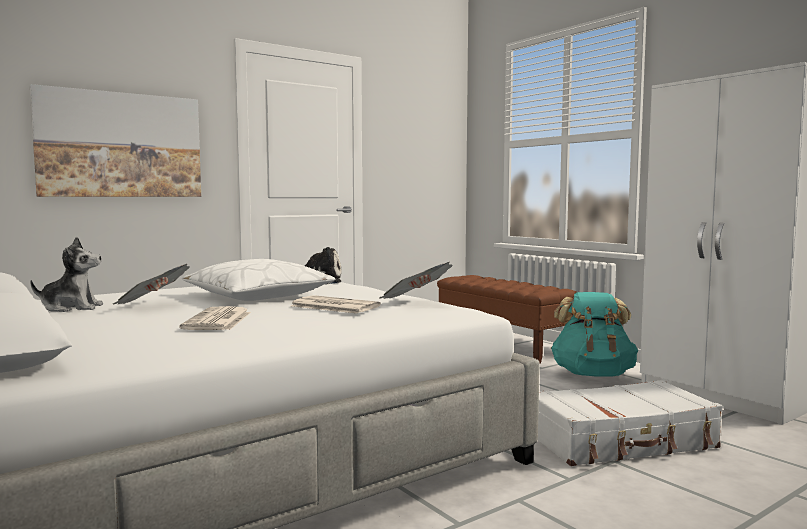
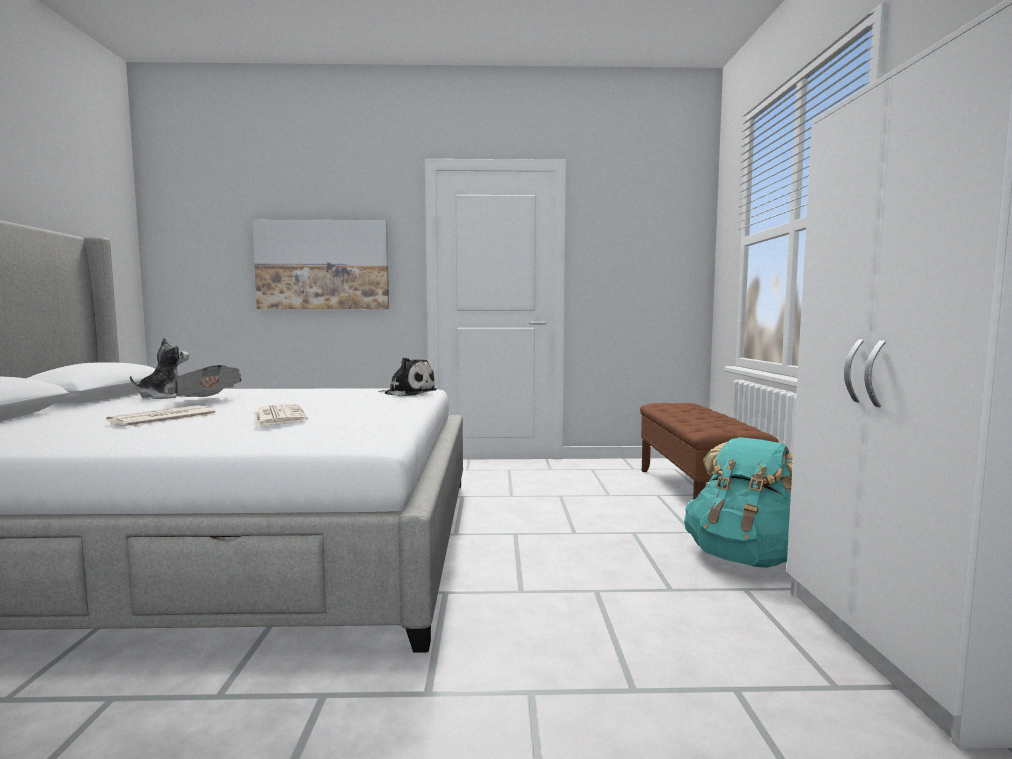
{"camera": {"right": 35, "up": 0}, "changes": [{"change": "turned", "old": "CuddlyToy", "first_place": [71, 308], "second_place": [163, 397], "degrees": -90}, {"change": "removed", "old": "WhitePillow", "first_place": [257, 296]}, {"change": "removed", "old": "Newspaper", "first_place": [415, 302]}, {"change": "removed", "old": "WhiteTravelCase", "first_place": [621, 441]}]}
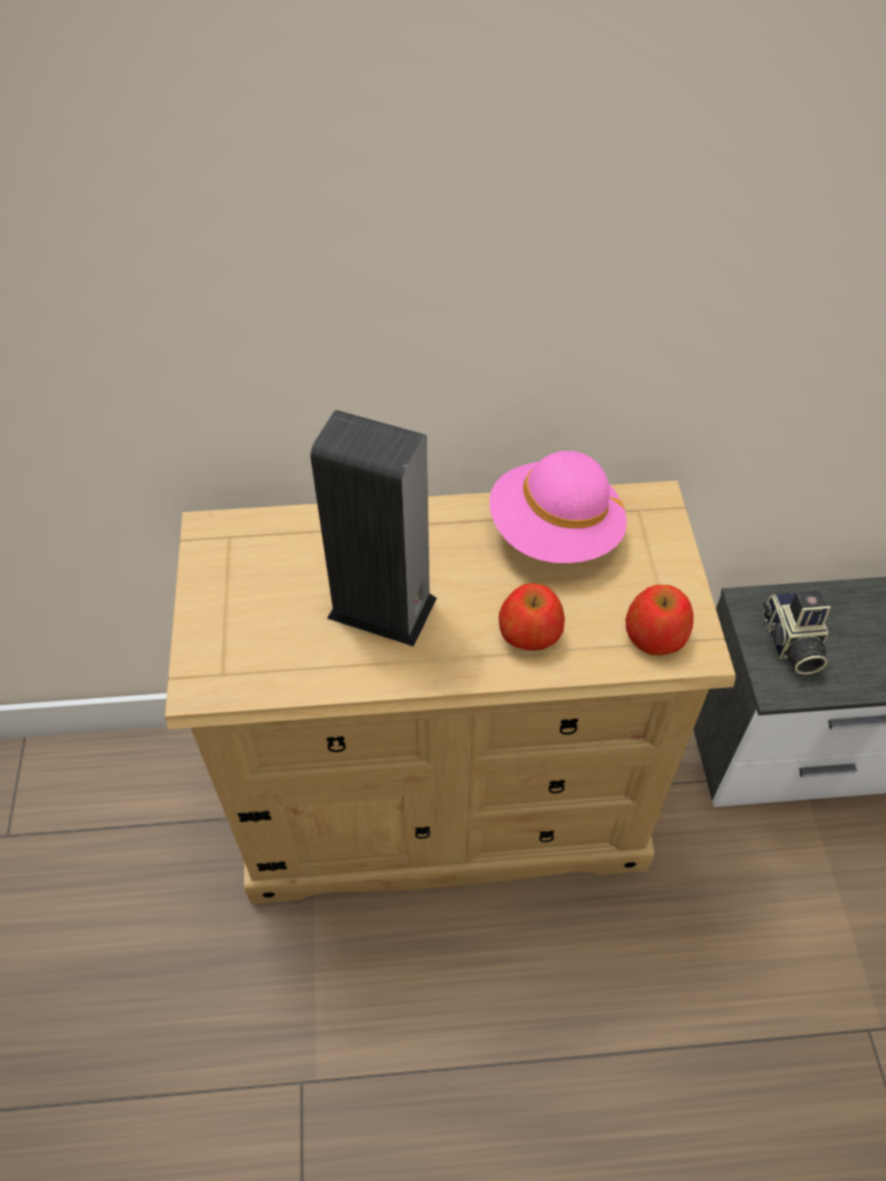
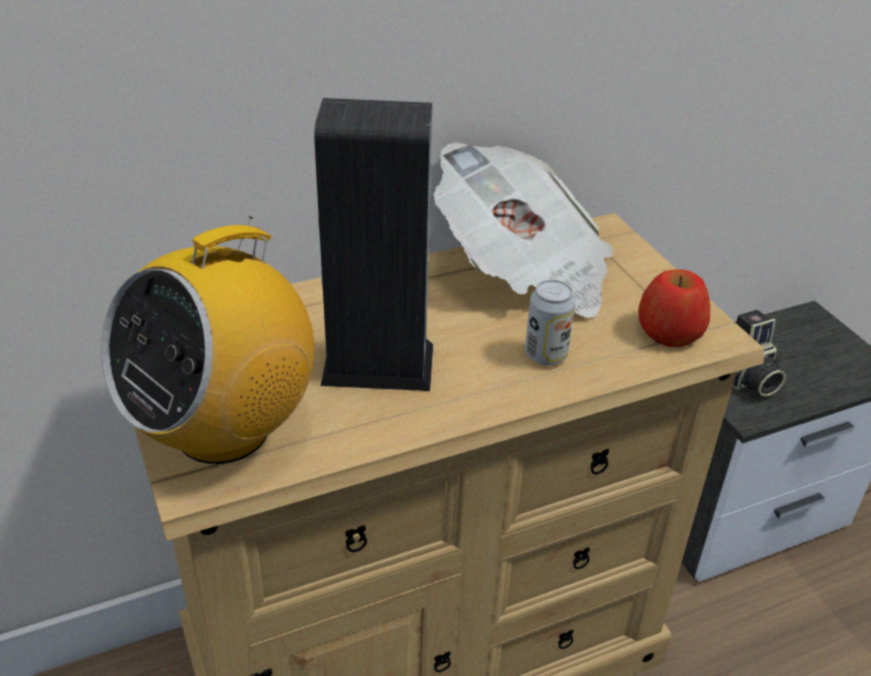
{"camera": {"right": -20, "up": -15}, "changes": [{"change": "added", "new": "RadioReceiver", "second_place": [223, 429]}, {"change": "replaced", "old": "PinkColouredClothingHat", "new": "Newspaper", "first_place": [554, 533], "second_place": [524, 271]}, {"change": "replaced", "old": "WholeApple", "new": "SealedCan", "first_place": [529, 633], "second_place": [545, 355]}]}
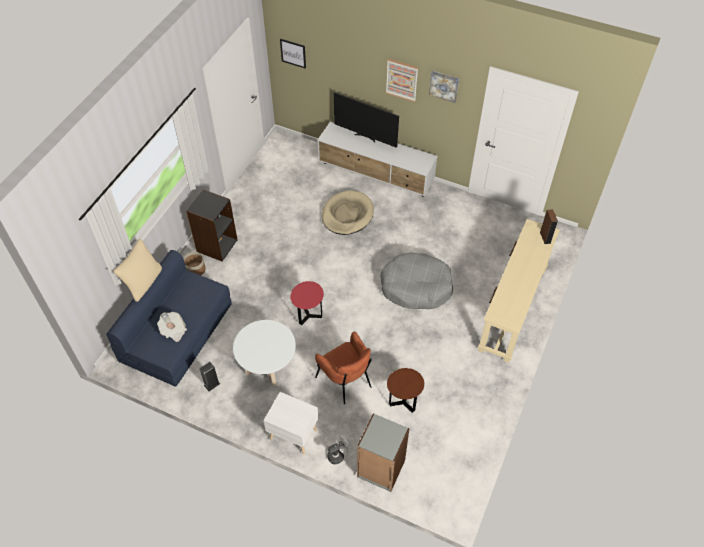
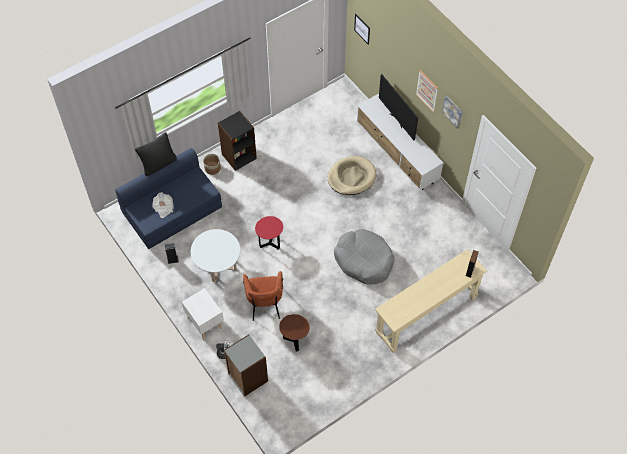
{"camera": {"right": 30, "up": 5}, "changes": [{"change": "recoloured", "old": "BeigeColouredPillow", "new": "BlackColouredPillow", "first_place": [143, 283], "second_place": [158, 164]}]}
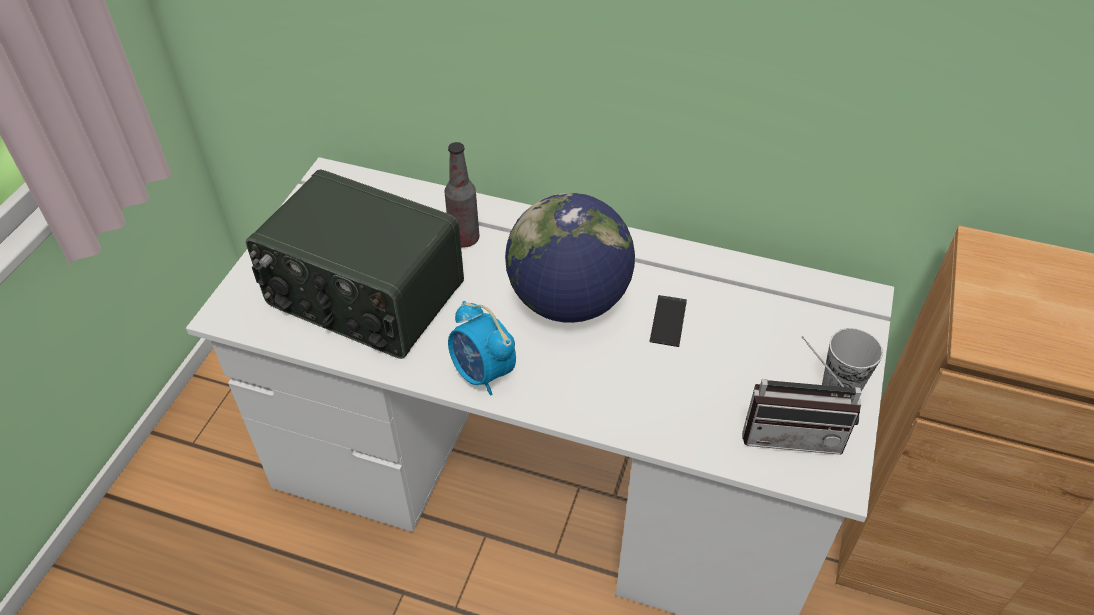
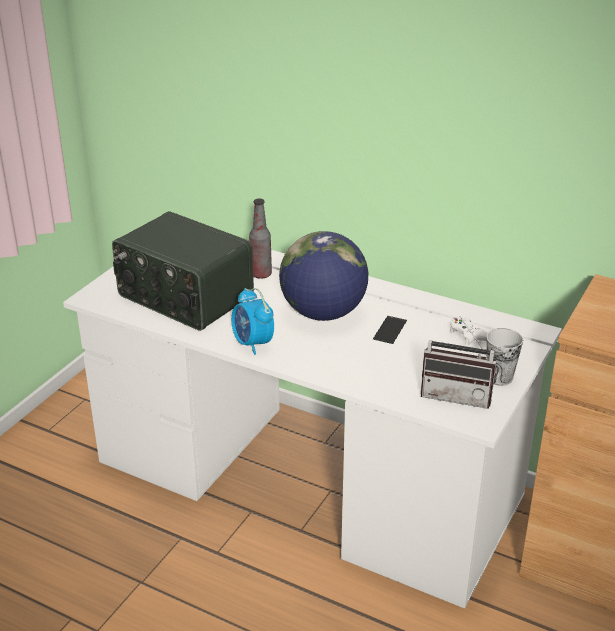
{"camera": {"right": 10, "up": -15}, "changes": [{"change": "added", "new": "WhiteGameController", "second_place": [469, 335]}]}
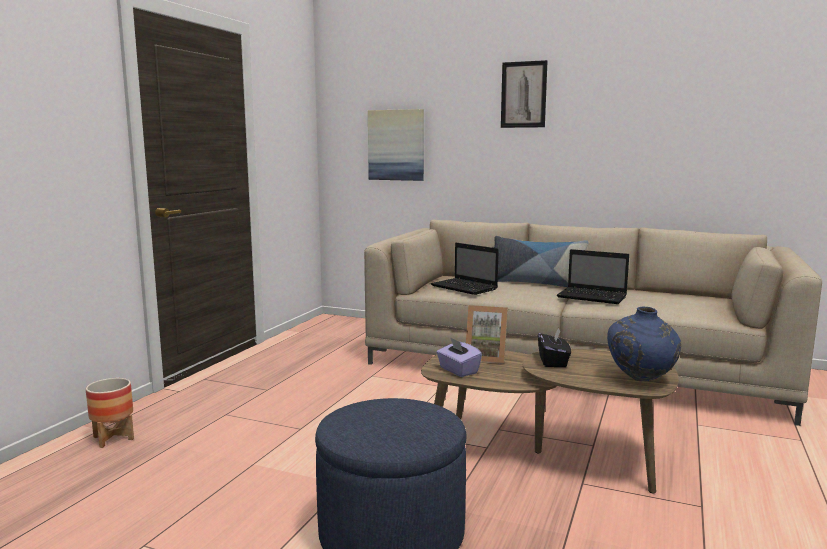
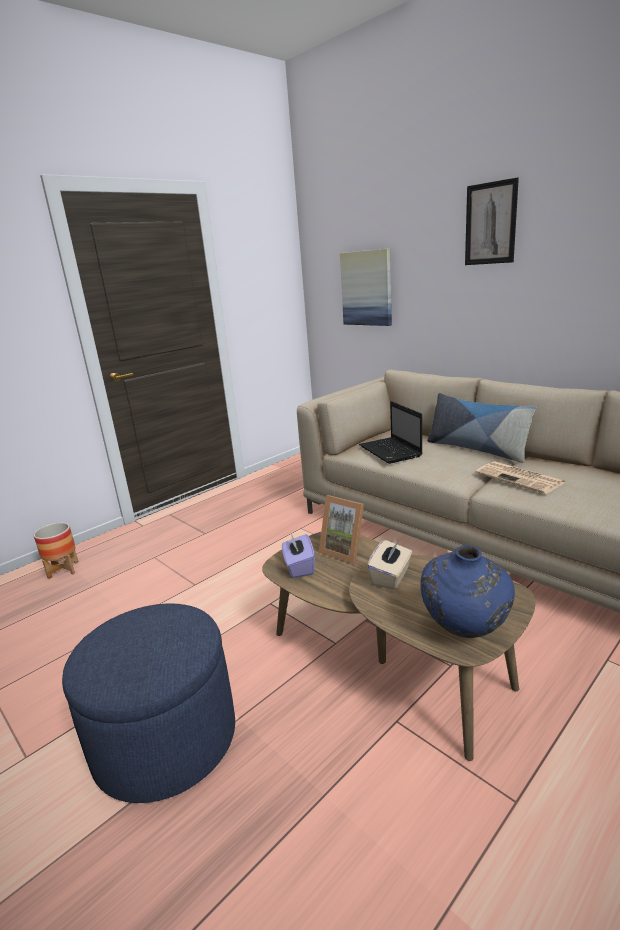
{"camera": {"right": 25, "up": 10}, "changes": [{"change": "recoloured", "old": "BlackColouredTissueBox", "new": "BeigeColouredTissueBox", "first_place": [553, 361], "second_place": [391, 577]}, {"change": "replaced", "old": "PortableComputer", "new": "Newspaper", "first_place": [593, 297], "second_place": [520, 478]}]}
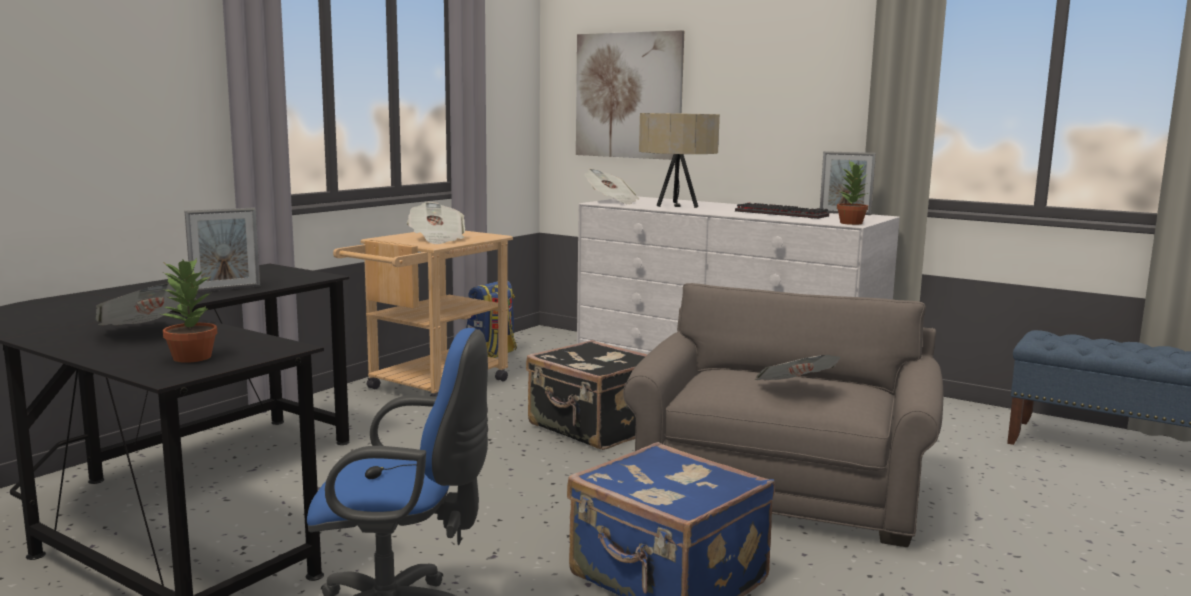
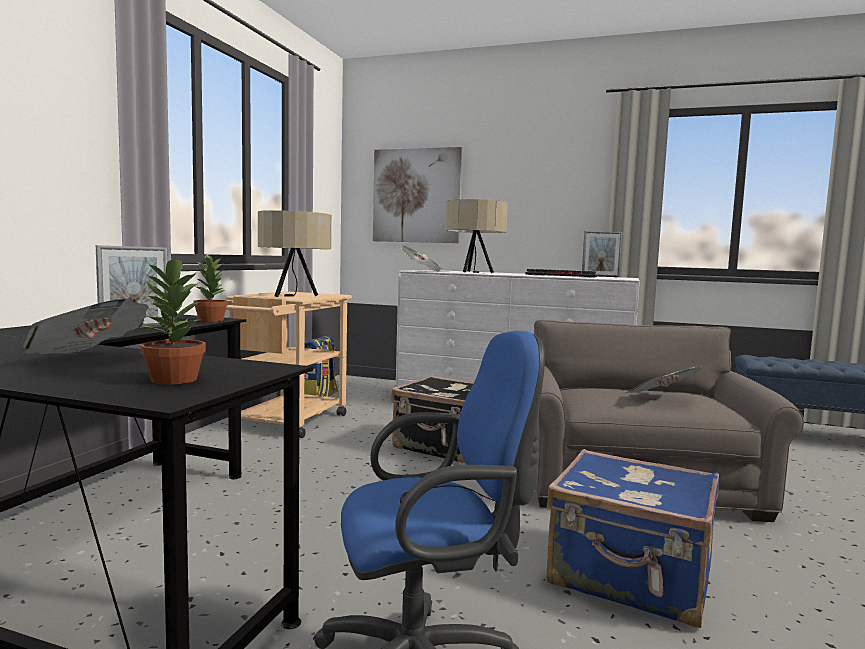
{"camera": {"right": -15, "up": -5}, "changes": [{"change": "moved", "old": "PottedPlant", "first_place": [851, 223], "second_place": [211, 320]}, {"change": "replaced", "old": "Newspaper", "new": "BeigeColouredTabletopLamp", "first_place": [437, 239], "second_place": [295, 296]}]}
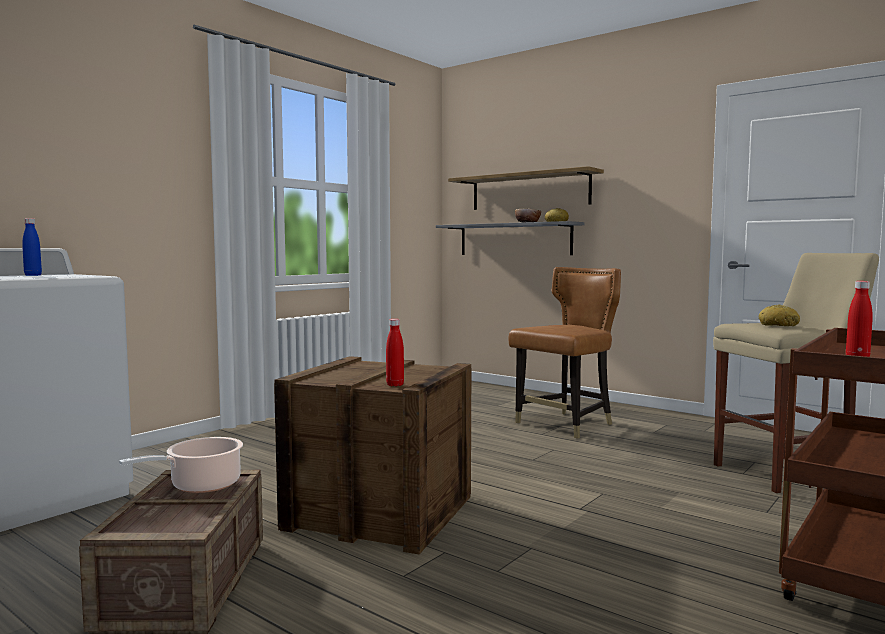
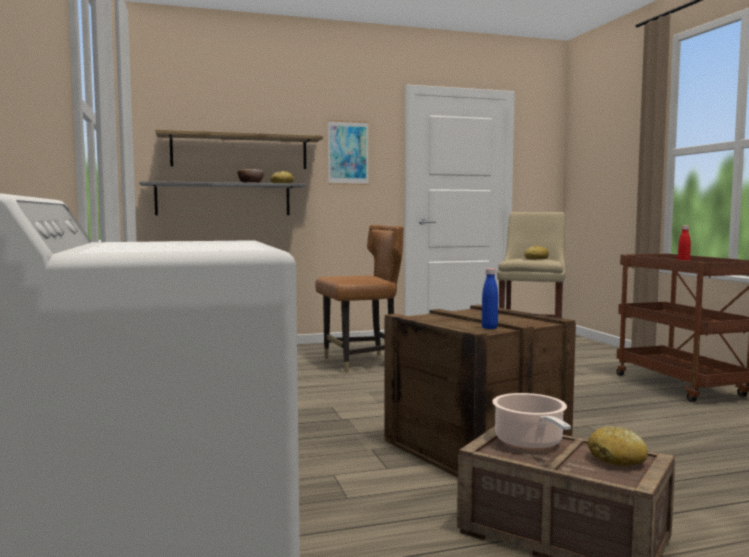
{"camera": {"right": -55, "up": 0}, "changes": [{"change": "turned", "old": "BrownishPlainChair", "first_place": [566, 424], "second_place": [361, 363], "degrees": 75}, {"change": "added", "new": "WallPicture", "second_place": [348, 153]}, {"change": "moved", "old": "BlueColouredBottle", "first_place": [33, 275], "second_place": [489, 328]}, {"change": "added", "new": "BakeryBread", "second_place": [617, 458]}, {"change": "removed", "old": "RedColouredBottle", "first_place": [395, 385]}]}
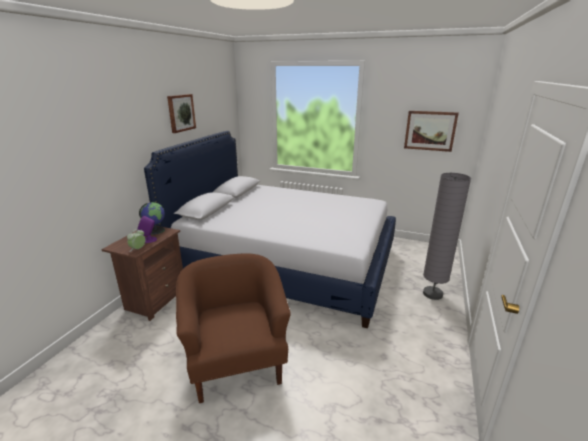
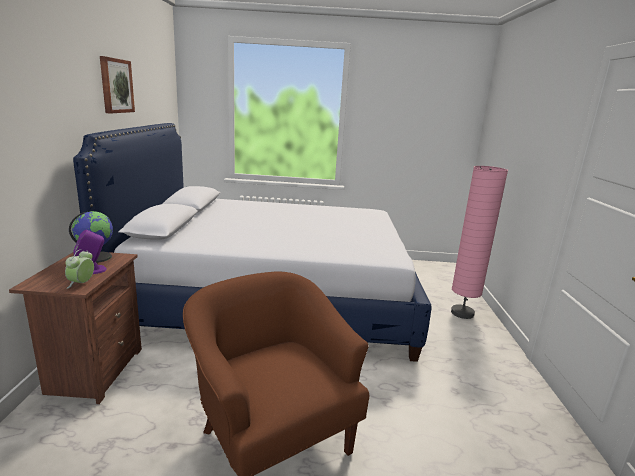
{"camera": {"right": -20, "up": -5}, "changes": [{"change": "recoloured", "old": "GreyStandardLamp", "new": "PinkColouredStandardLamp", "first_place": [432, 294], "second_place": [462, 313]}, {"change": "removed", "old": "WallPicture", "first_place": [430, 130]}]}
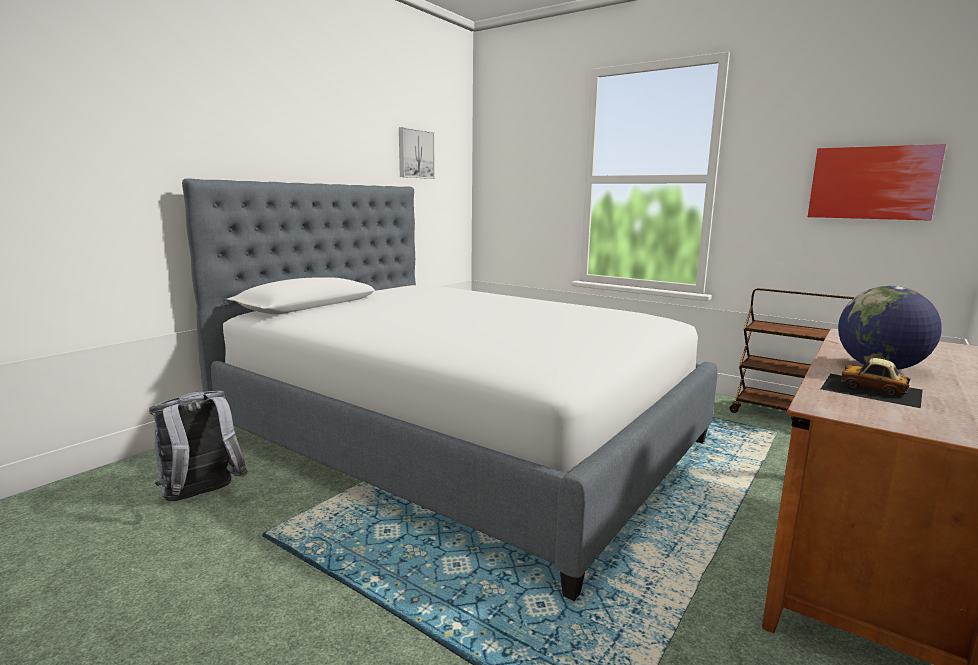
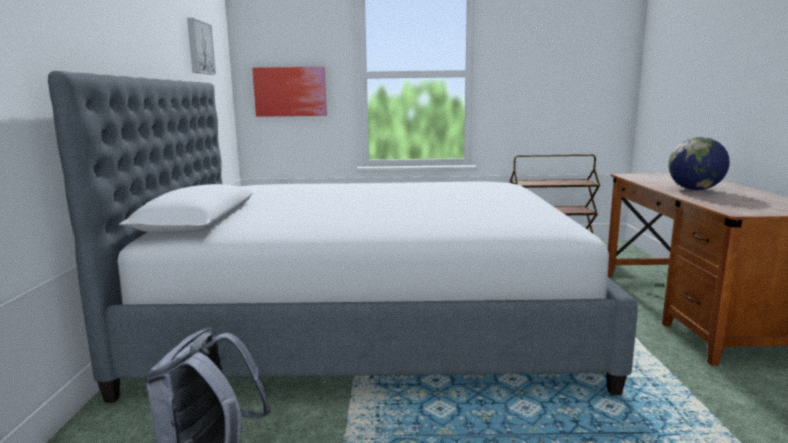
{"camera": {"right": -35, "up": 0}, "changes": [{"change": "moved", "old": "WallPicture", "first_place": [872, 183], "second_place": [290, 91]}, {"change": "removed", "old": "MiniatureCar", "first_place": [872, 389]}]}
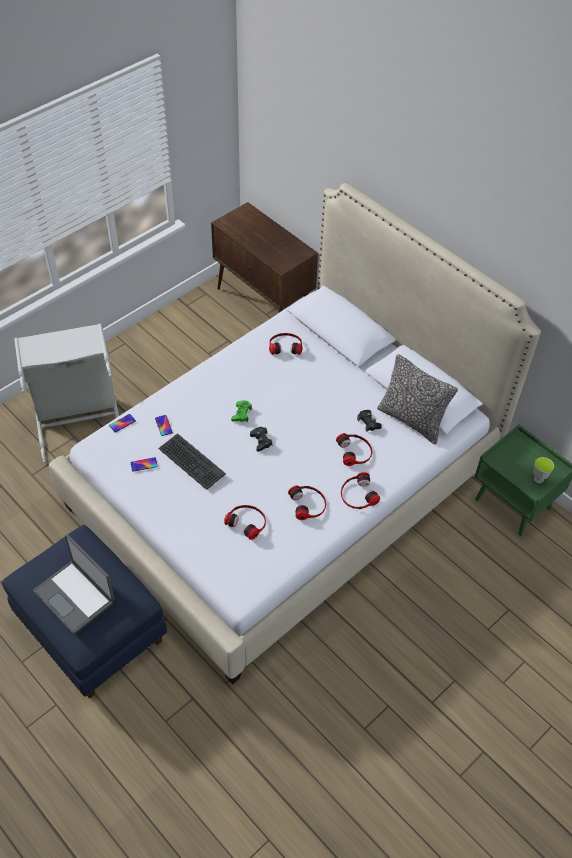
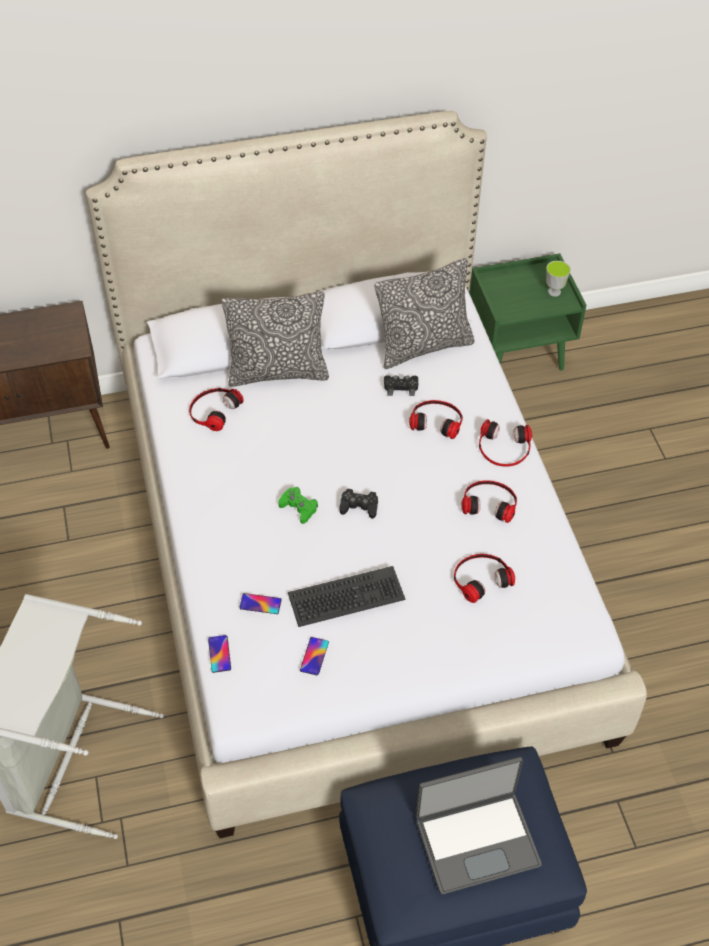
{"camera": {"right": -60, "up": 0}, "changes": [{"change": "added", "new": "Pillow", "second_place": [278, 372]}]}
